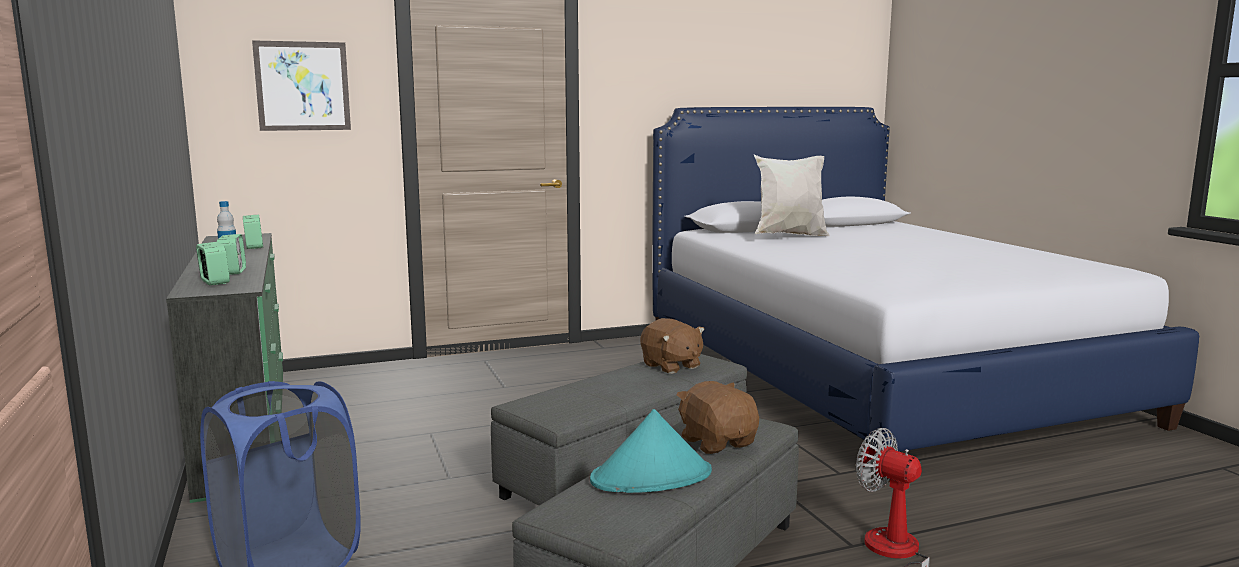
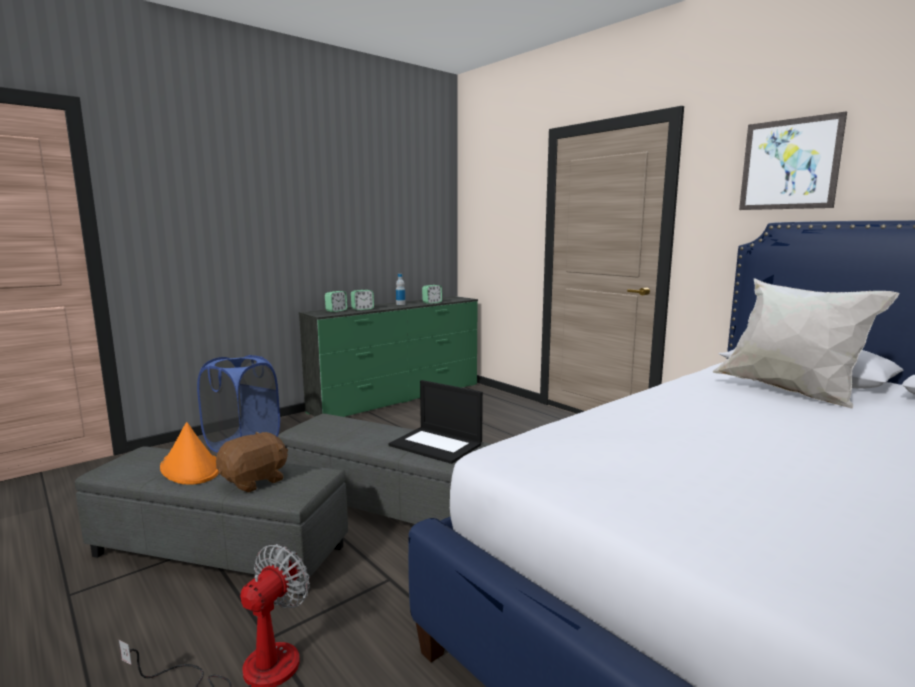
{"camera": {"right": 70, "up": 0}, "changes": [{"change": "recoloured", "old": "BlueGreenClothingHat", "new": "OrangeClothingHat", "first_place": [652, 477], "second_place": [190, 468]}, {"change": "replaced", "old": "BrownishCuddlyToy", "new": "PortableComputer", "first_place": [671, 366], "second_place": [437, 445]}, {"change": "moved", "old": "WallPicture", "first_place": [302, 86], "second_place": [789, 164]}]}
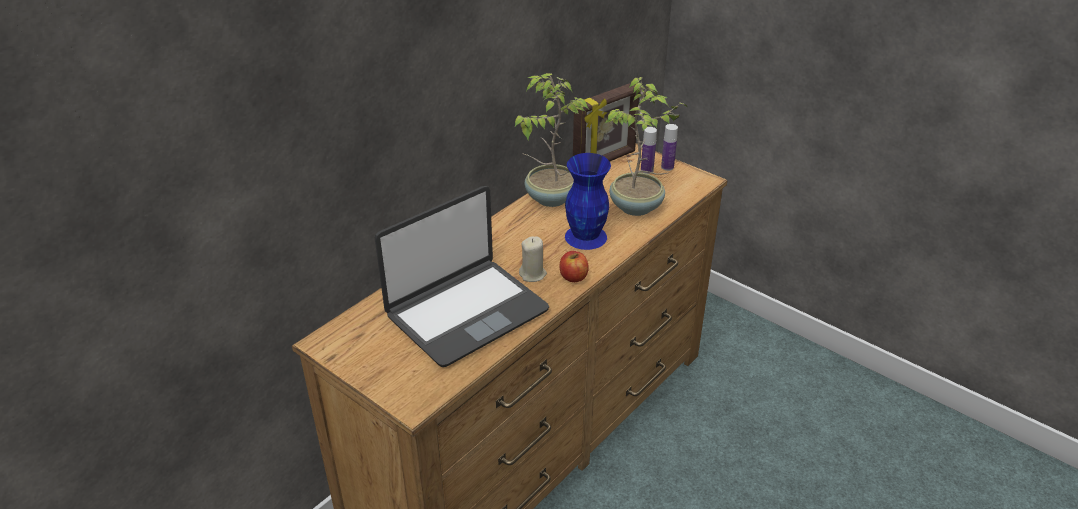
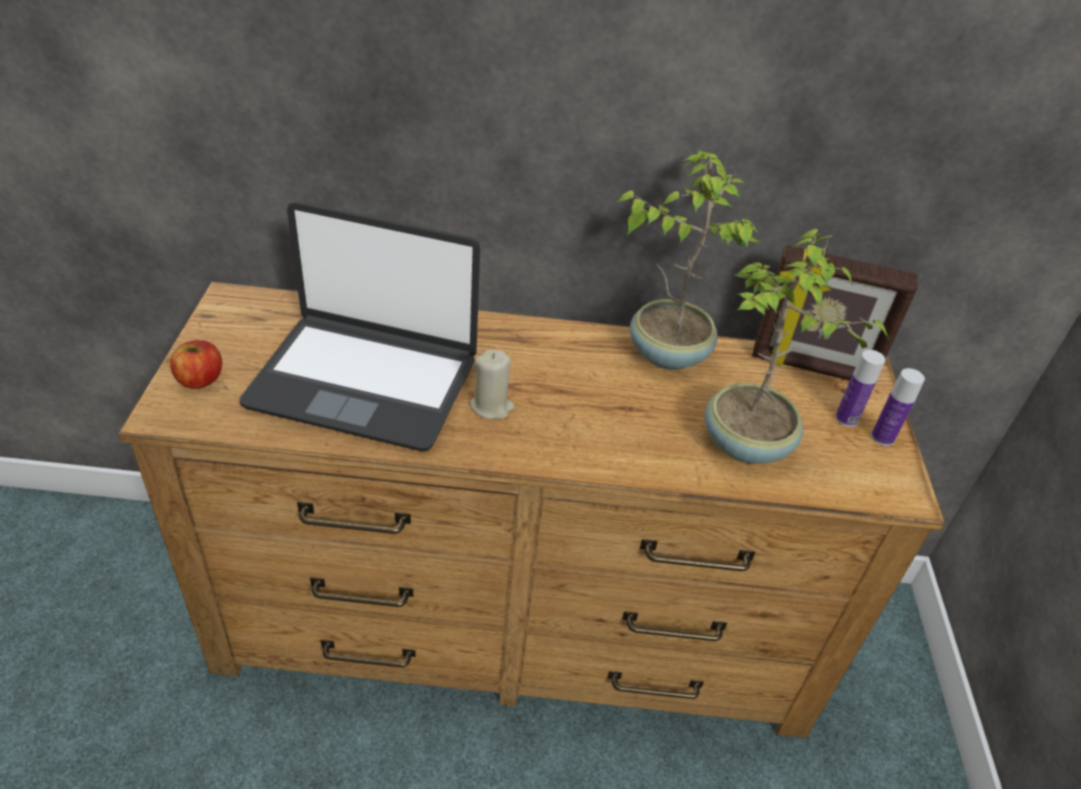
{"camera": {"right": 50, "up": 5}, "changes": [{"change": "moved", "old": "WholeApple", "first_place": [573, 277], "second_place": [200, 380]}, {"change": "removed", "old": "BlueColouredFlowerVase", "first_place": [586, 237]}]}
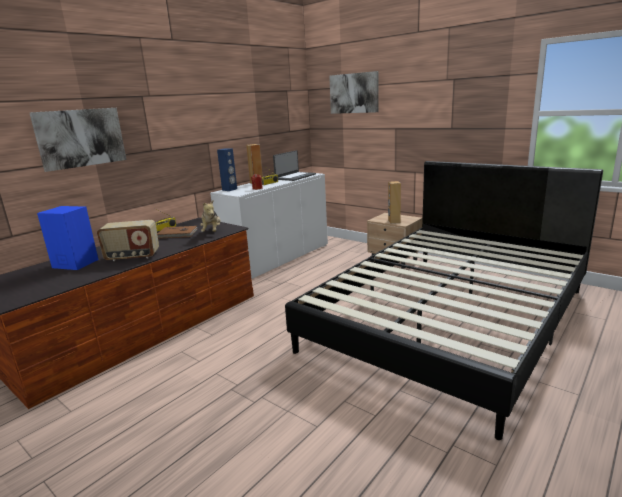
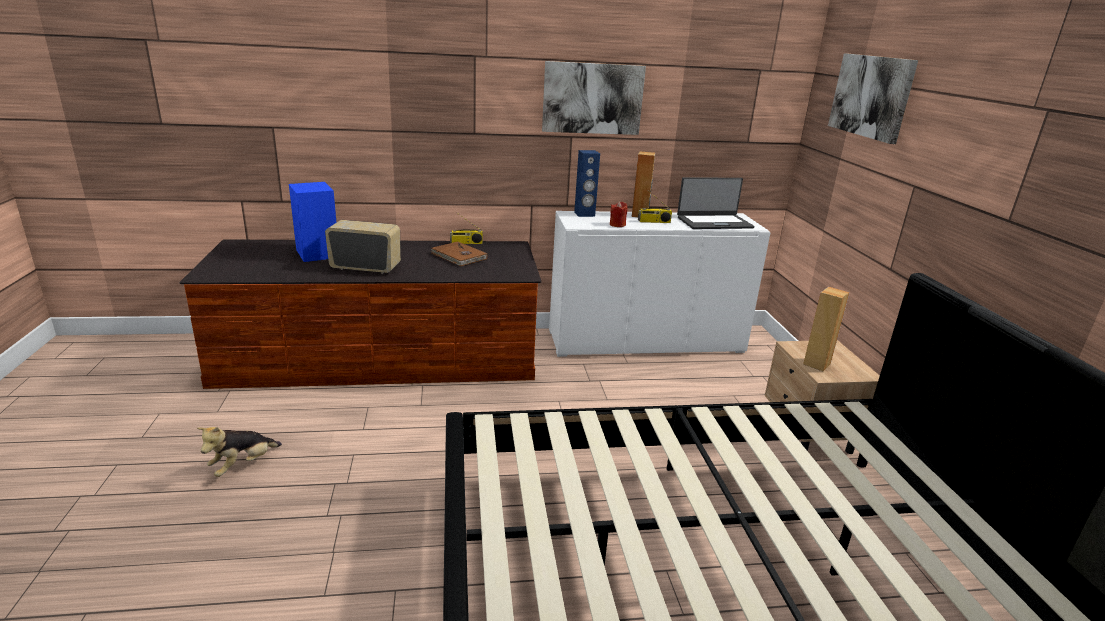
{"camera": {"right": 40, "up": 5}, "changes": [{"change": "moved", "old": "CuddlyToy", "first_place": [212, 232], "second_place": [243, 465]}, {"change": "turned", "old": "RadioReceiver", "first_place": [132, 257], "second_place": [366, 268], "degrees": 150}, {"change": "moved", "old": "WallPicture", "first_place": [81, 138], "second_place": [592, 98]}]}
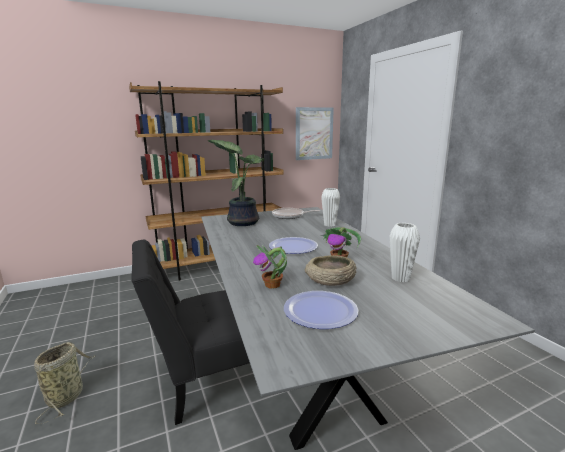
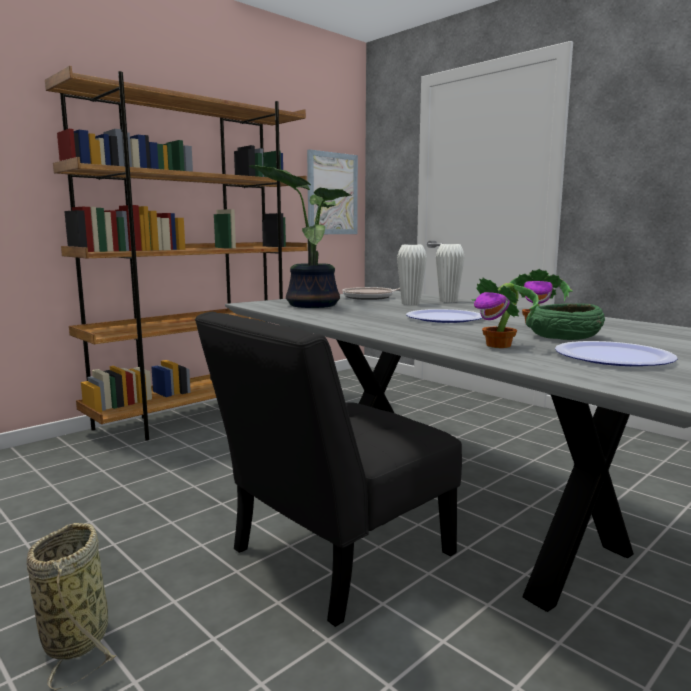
{"camera": {"right": -20, "up": -5}, "changes": [{"change": "moved", "old": "WhiteFlowerVase", "first_place": [400, 278], "second_place": [410, 303]}, {"change": "recoloured", "old": "BeigeColouredDeepDish", "new": "GreenDeepDish", "first_place": [331, 280], "second_place": [565, 337]}]}
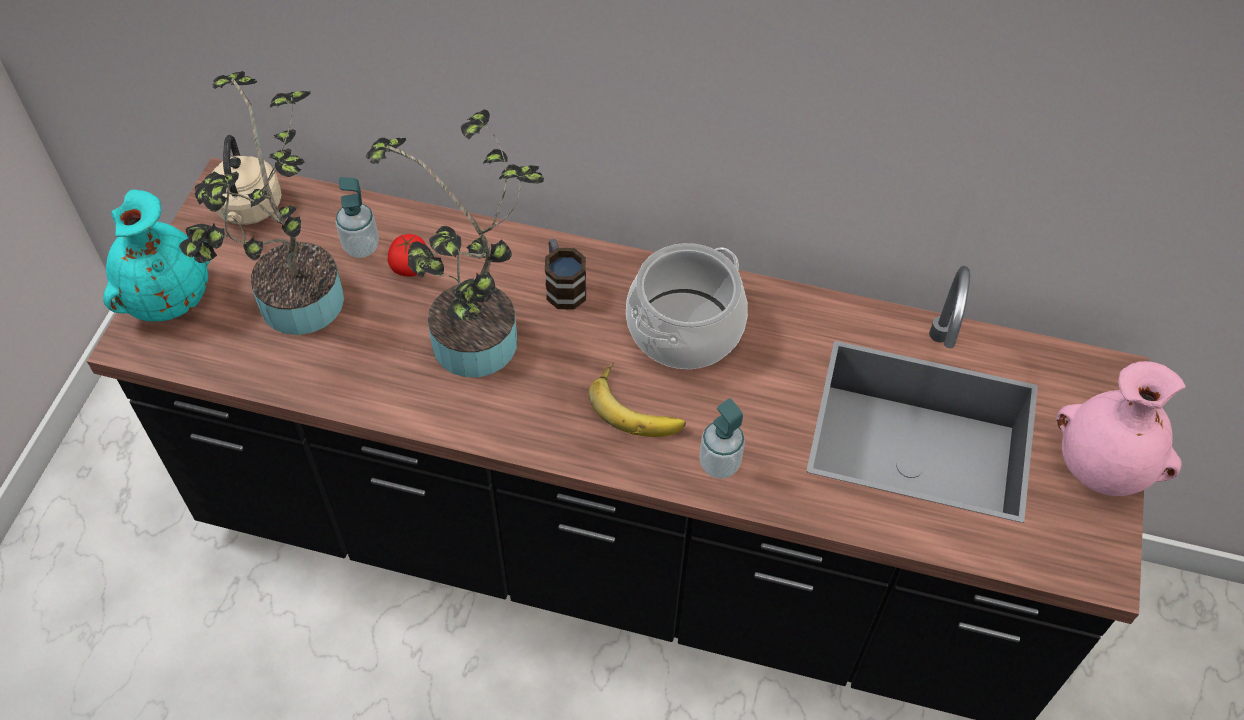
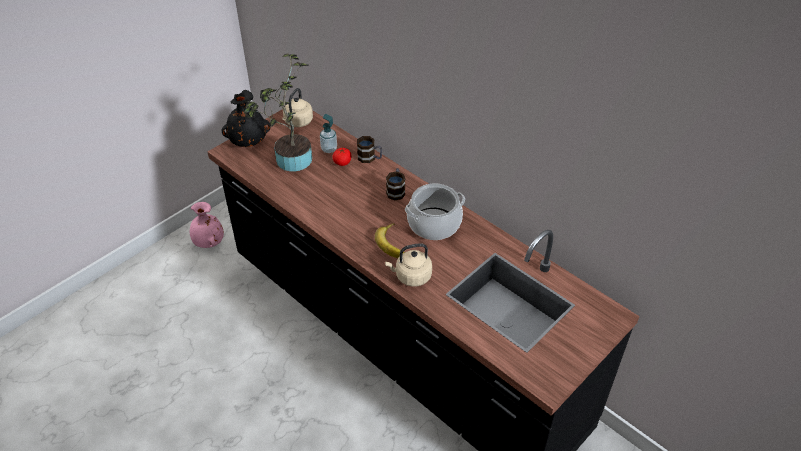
{"camera": {"right": 30, "up": -10}, "changes": [{"change": "moved", "old": "PinkColouredFlowerVase", "first_place": [1101, 468], "second_place": [208, 242]}, {"change": "recoloured", "old": "BlueGreenFlowerVase", "new": "BlackColouredFlowerVase", "first_place": [168, 298], "second_place": [248, 141]}, {"change": "added", "new": "TeaMug", "second_place": [370, 158]}, {"change": "replaced", "old": "SoapDispenser", "new": "BeigeColouredKettle", "first_place": [719, 464], "second_place": [411, 276]}, {"change": "removed", "old": "PottedPlant", "first_place": [476, 351]}]}
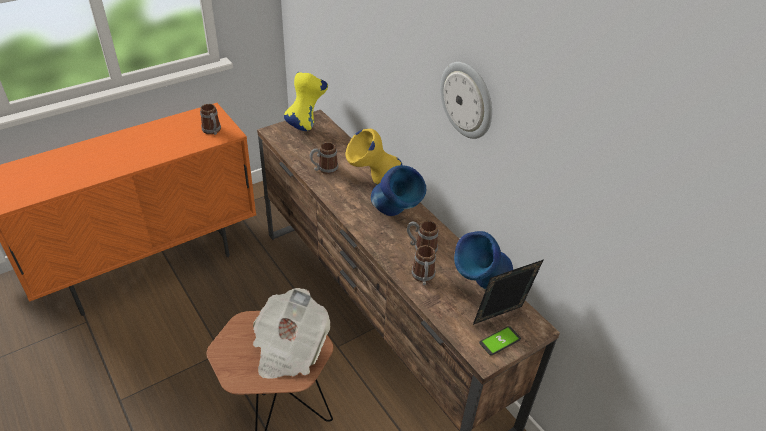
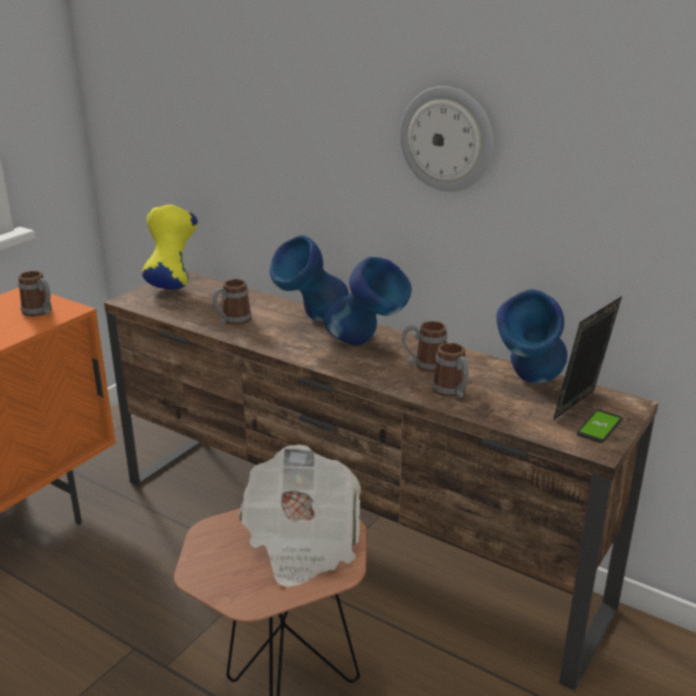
{"camera": {"right": -20, "up": -15}, "changes": [{"change": "recoloured", "old": "YellowFlowerVase", "new": "BlueColouredFlowerVase", "first_place": [373, 184], "second_place": [310, 321]}]}
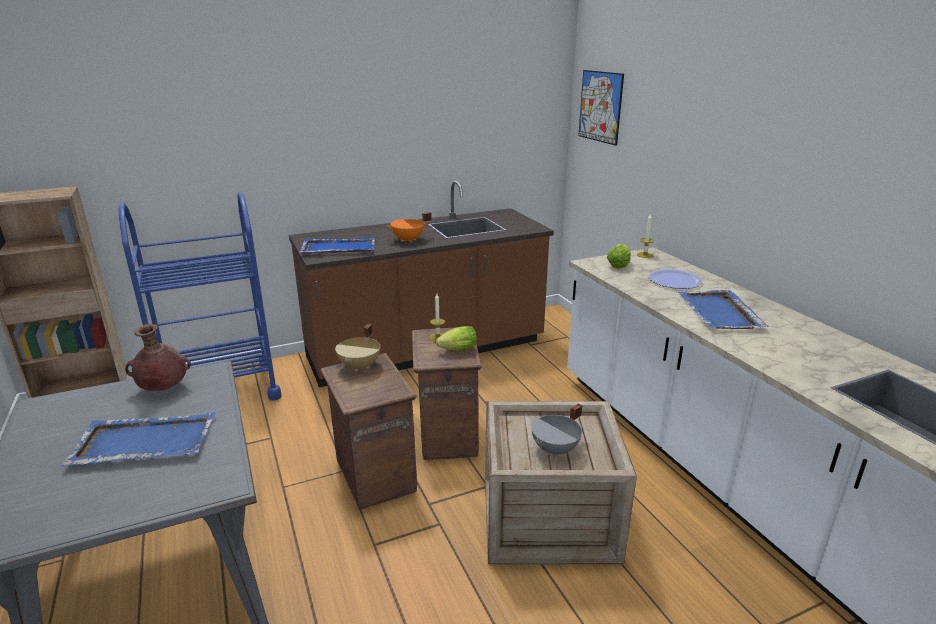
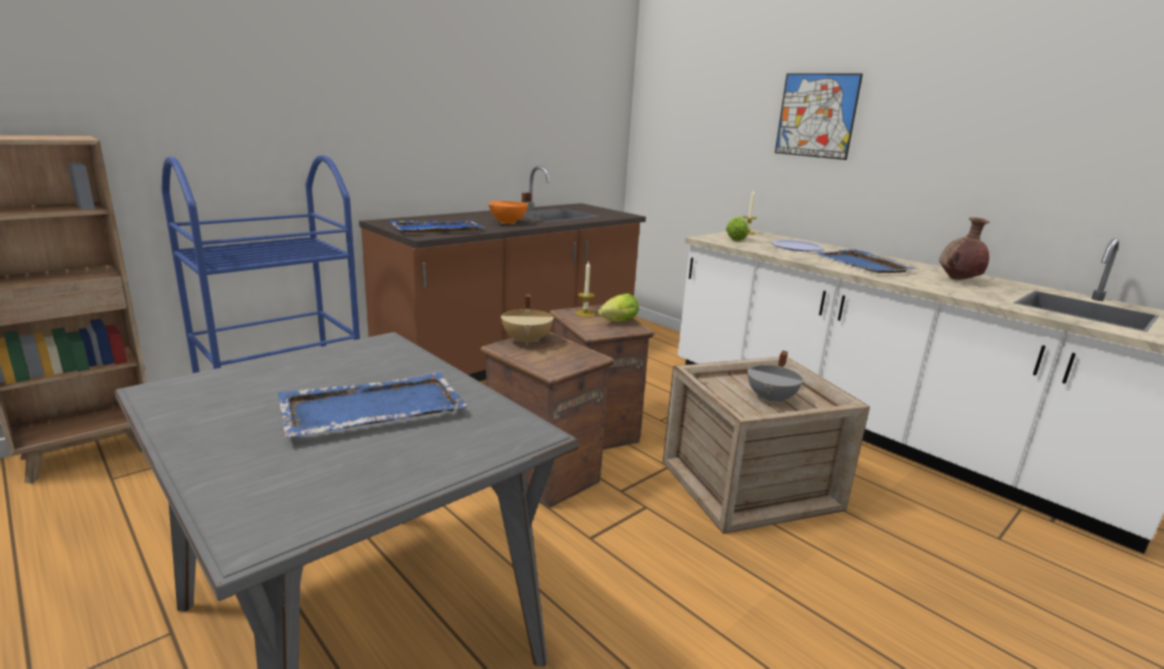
{"camera": {"right": -20, "up": -5}, "changes": [{"change": "moved", "old": "WallPicture", "first_place": [600, 106], "second_place": [816, 115]}, {"change": "moved", "old": "BrownishFlowerVase", "first_place": [163, 389], "second_place": [958, 280]}]}
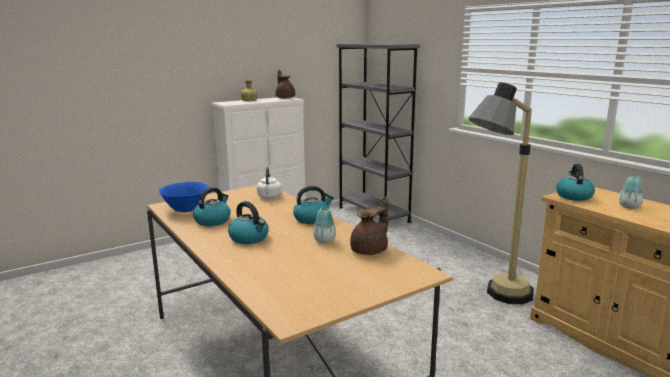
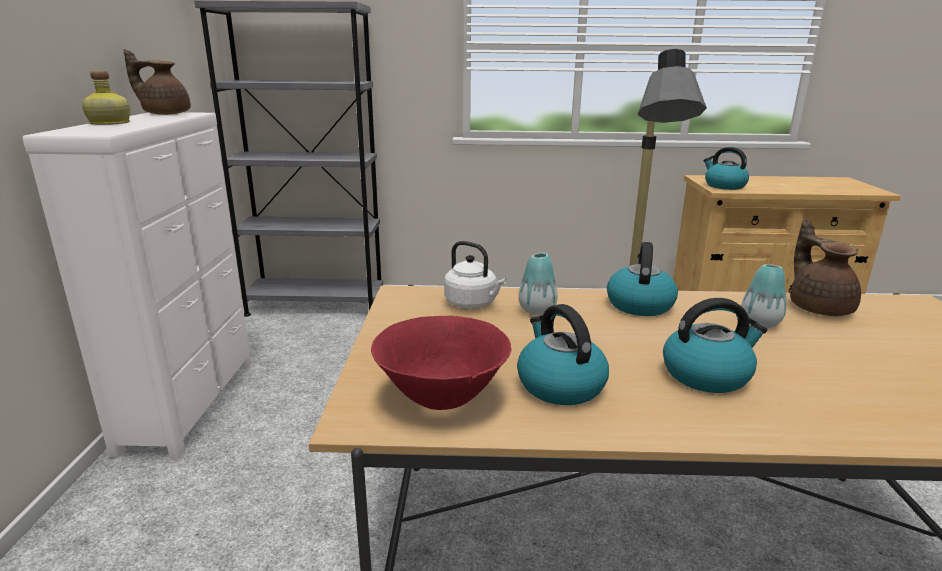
{"camera": {"right": -55, "up": 5}, "changes": [{"change": "recoloured", "old": "BlueColouredDeepDish", "new": "RedColouredDeepDish", "first_place": [186, 210], "second_place": [443, 399]}, {"change": "moved", "old": "FlowerVase", "first_place": [629, 207], "second_place": [537, 310]}]}
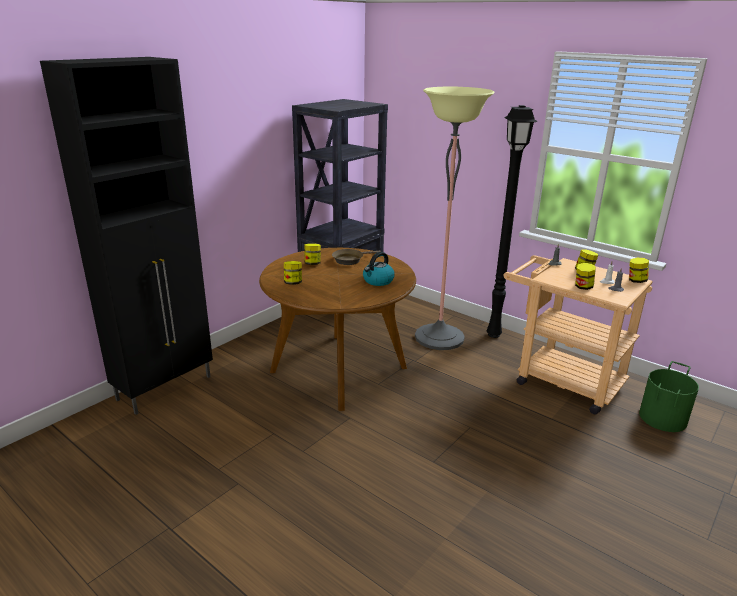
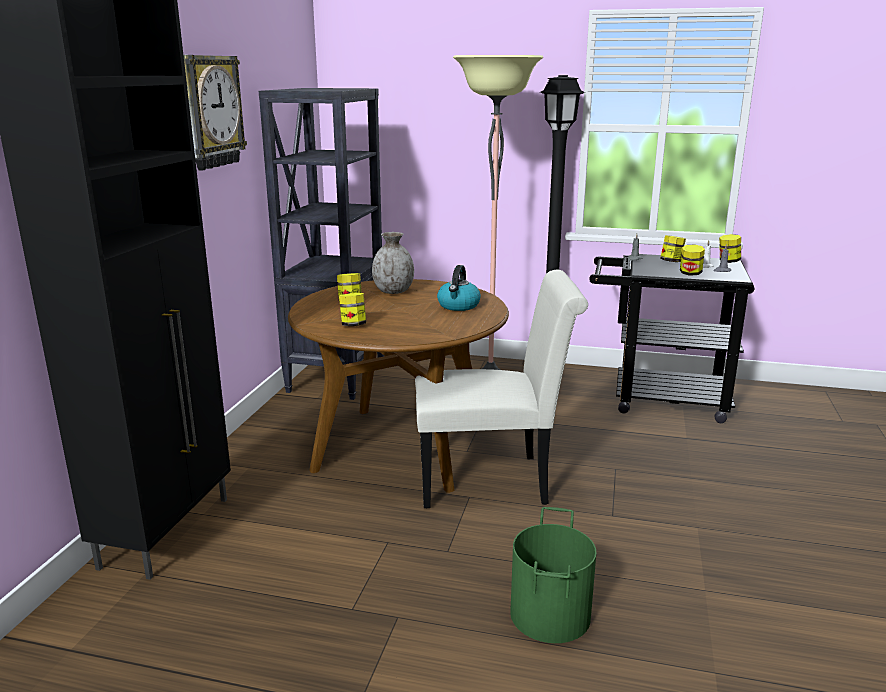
{"camera": {"right": -25, "up": -5}, "changes": [{"change": "added", "new": "HangingClock", "second_place": [210, 112]}, {"change": "replaced", "old": "BrownishPan", "new": "GreyFlowerVase", "first_place": [350, 260], "second_place": [393, 291]}, {"change": "added", "new": "WhitePlainChair", "second_place": [492, 481]}, {"change": "moved", "old": "GreenBucket", "first_place": [662, 417], "second_place": [548, 614]}, {"change": "recoloured", "old": "BeigeColouredWheeledCart", "new": "BlackColouredWheeledCart", "first_place": [560, 380], "second_place": [657, 399]}]}
